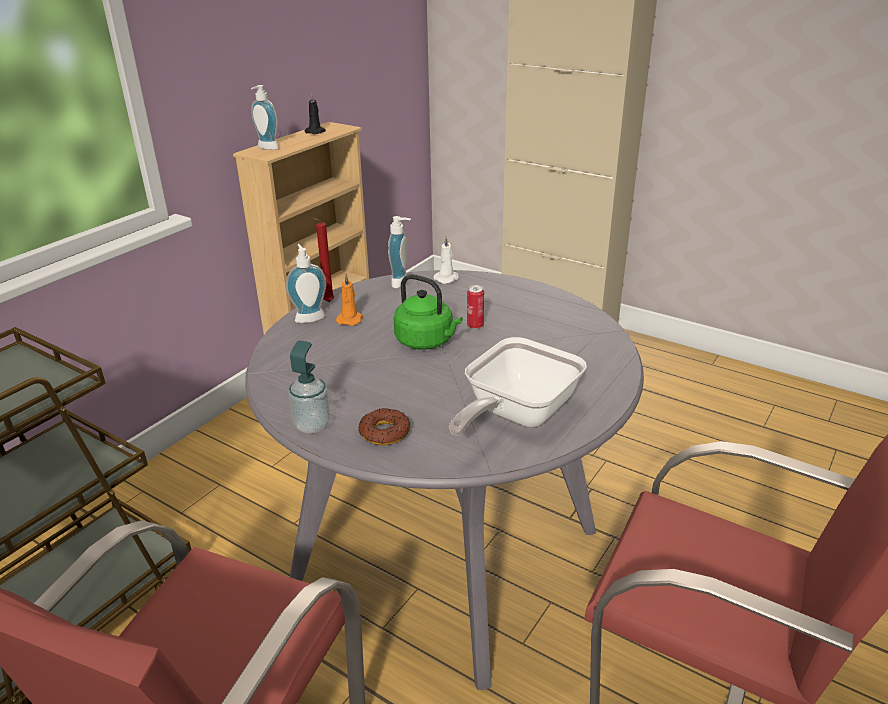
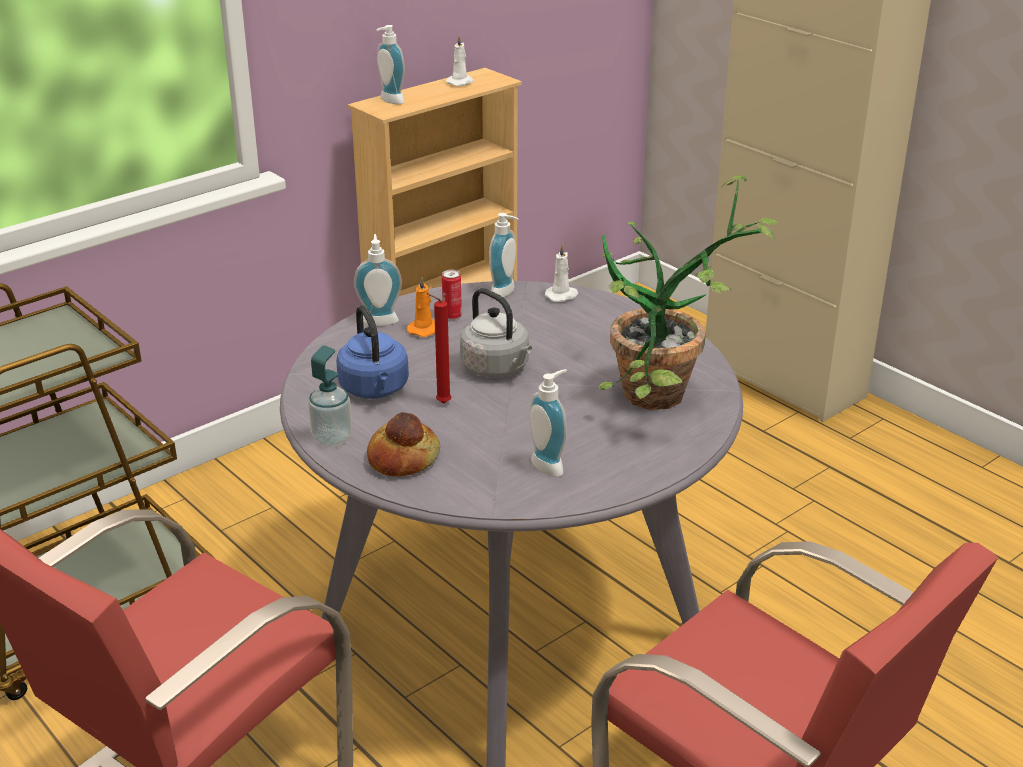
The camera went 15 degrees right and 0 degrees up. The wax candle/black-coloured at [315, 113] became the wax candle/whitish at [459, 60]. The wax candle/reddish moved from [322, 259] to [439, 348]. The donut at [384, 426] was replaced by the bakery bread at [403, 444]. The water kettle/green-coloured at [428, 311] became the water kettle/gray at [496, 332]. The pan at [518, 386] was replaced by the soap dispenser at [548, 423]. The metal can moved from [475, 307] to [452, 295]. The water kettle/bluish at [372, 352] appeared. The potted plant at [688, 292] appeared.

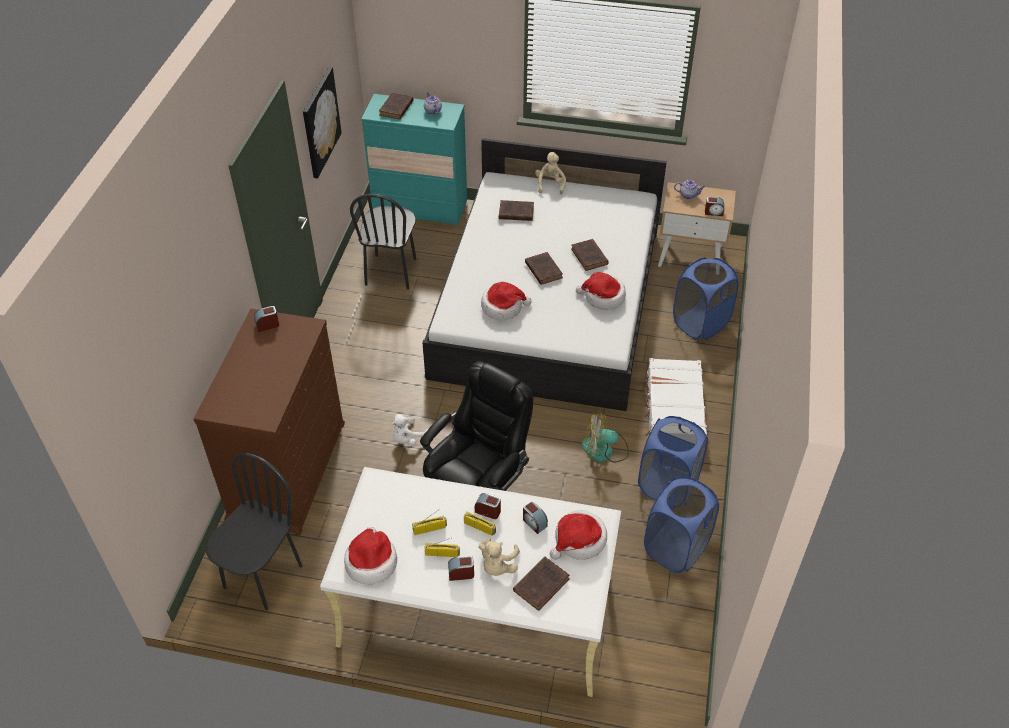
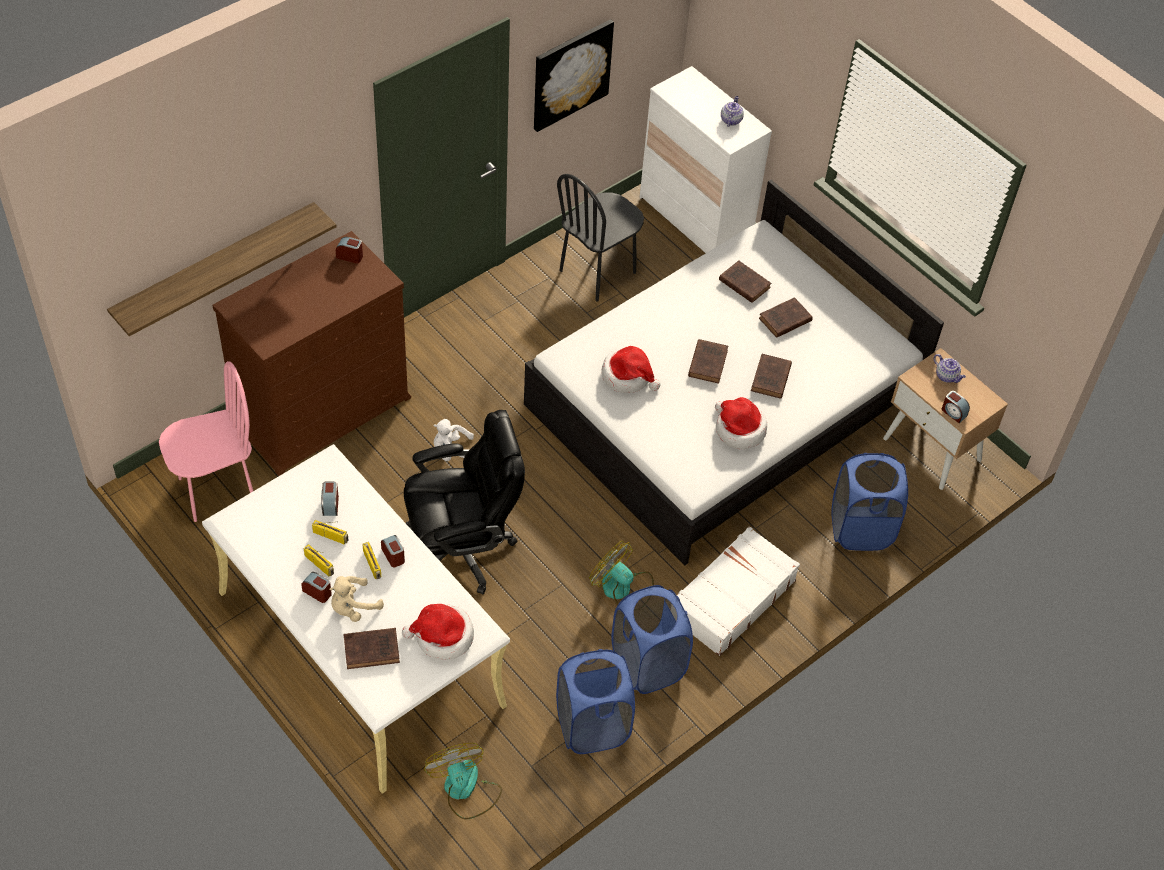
The camera went 35 degrees right and 5 degrees up. The plain chair/black-coloured at [254, 531] became the plain chair/pink at [206, 441]. The hat at [370, 555] disappeared. The drawer chest/blue-green at [414, 160] became the drawer chest/whitish at [705, 159]. The volume/brown moved from [396, 106] to [786, 317]. The bedside clock moved from [535, 517] to [330, 498]. The plush toy/beige at [550, 173] disappeared. The bracket shelf at [222, 269] appeared. The fan at [463, 781] appeared.

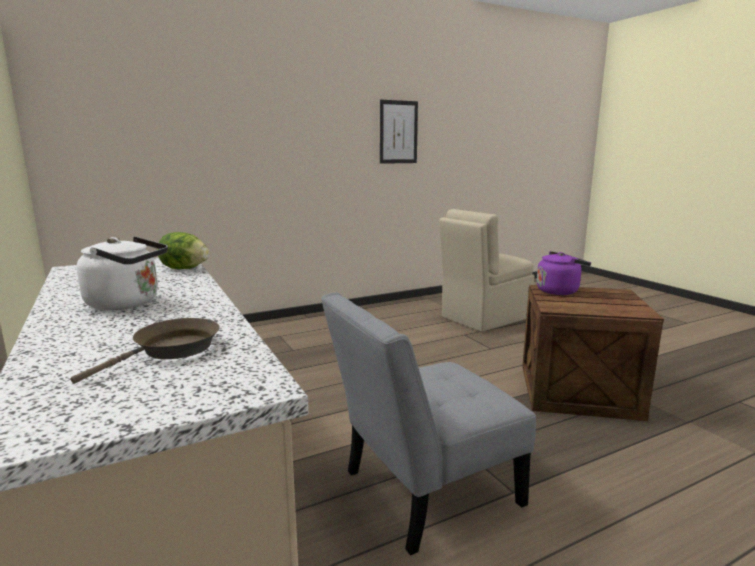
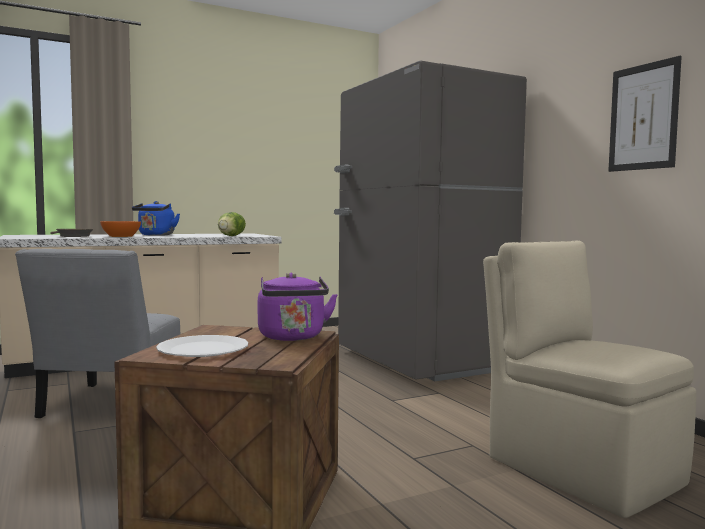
The camera went 90 degrees right and 10 degrees down. The water kettle/whitish at [122, 273] became the water kettle/bluish at [156, 218]. The plain chair/gray at [428, 423] turned 150 degrees counterclockwise. The bowl/orange-coloured at [120, 229] appeared. The dinner plate/whitish at [202, 346] appeared. The kitchen fridge/gray at [430, 220] appeared.

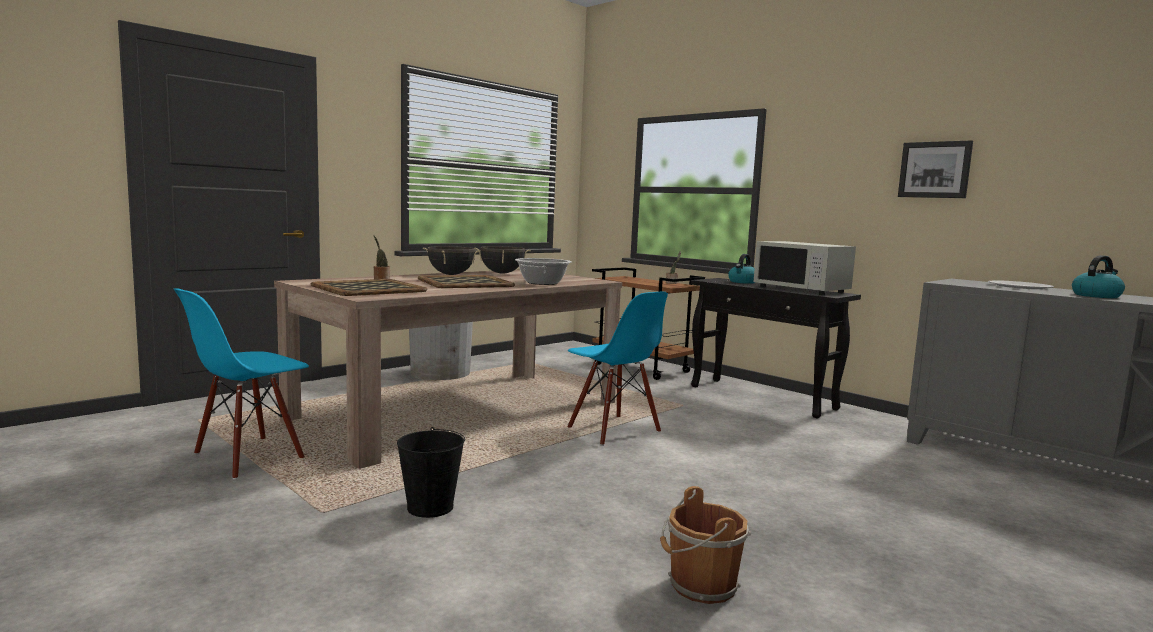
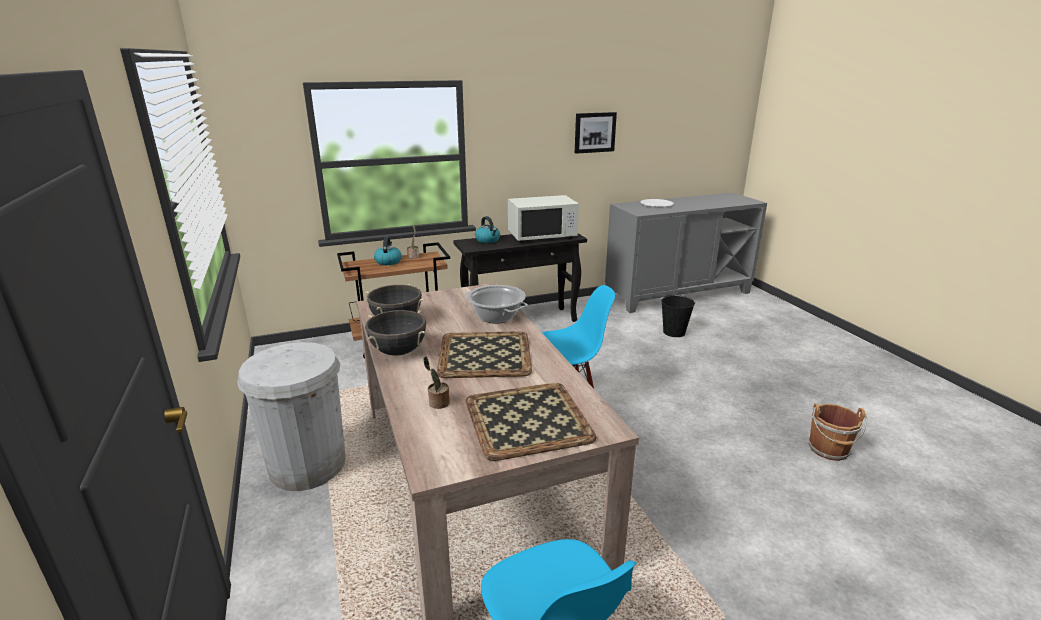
The camera went 65 degrees left and 15 degrees up. The water bucket/black-coloured moved from [431, 472] to [678, 316]. The water kettle moved from [1098, 276] to [387, 251].

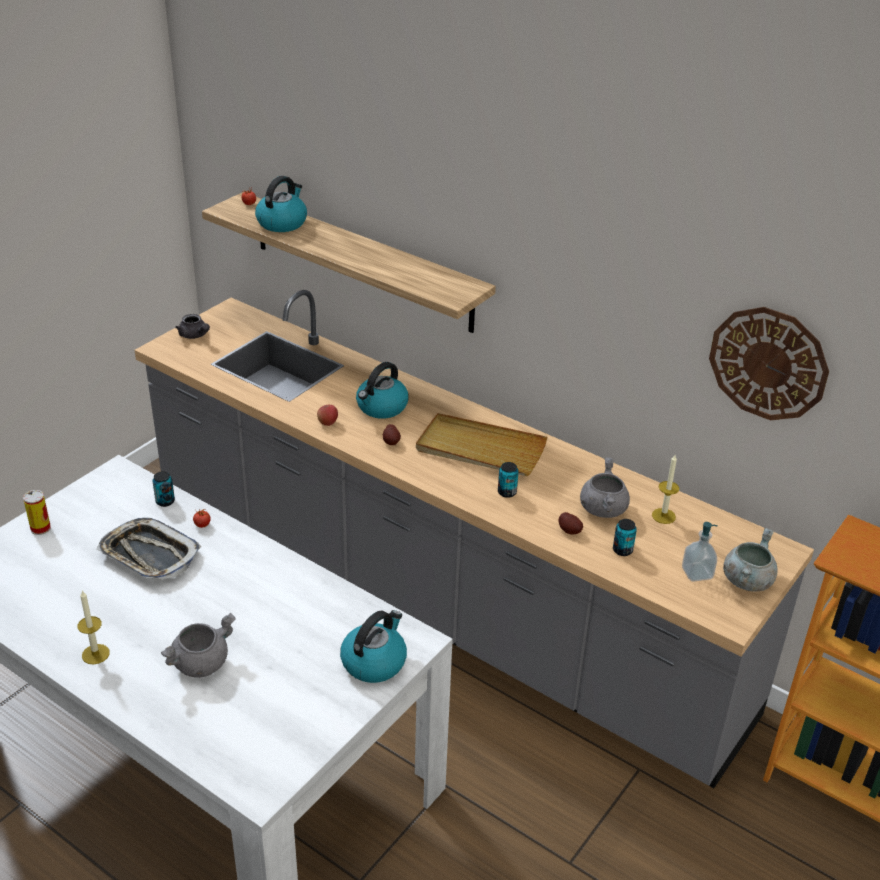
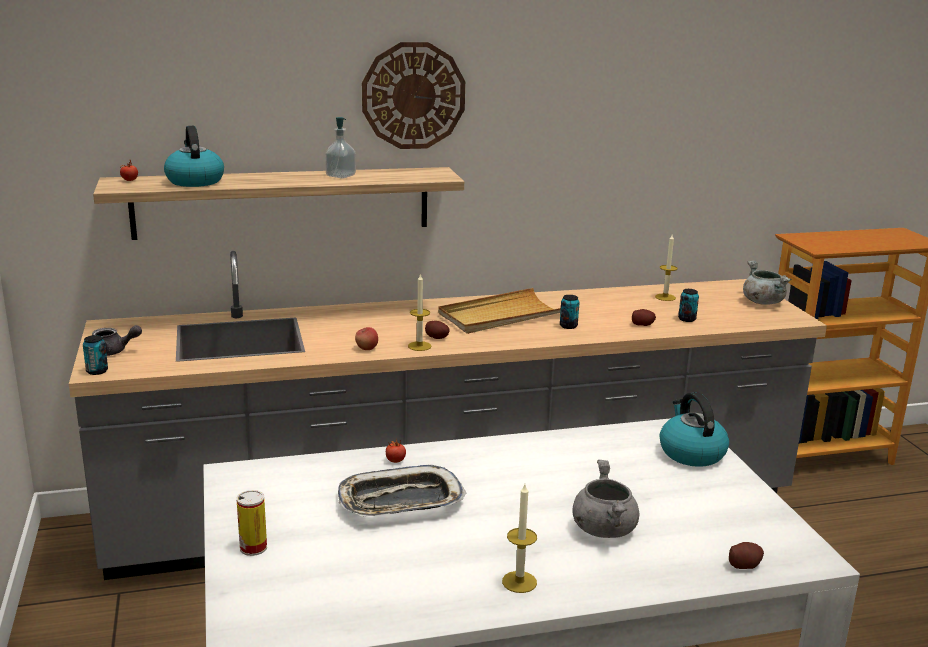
The camera went 50 degrees left and 15 degrees down. The metal can moved from [163, 489] to [95, 355]. The water kettle at [382, 390] disappeared. The cooking pot/gray at [605, 487] disappeared. The soap dispenser moved from [700, 551] to [340, 147]. The clock on the wall moved from [769, 363] to [413, 95]. The wax candle at [420, 312] appeared. The spud at [746, 555] appeared.

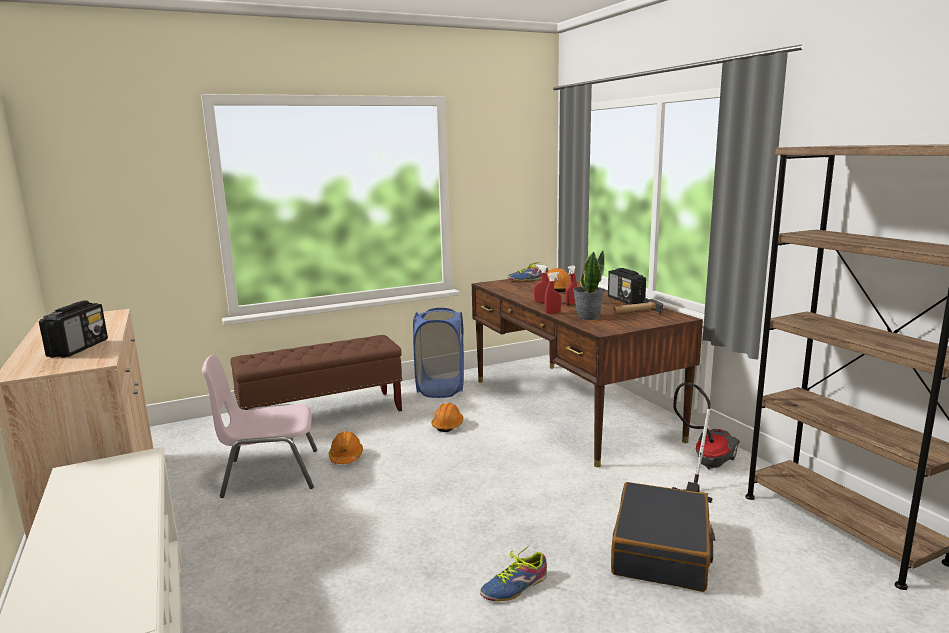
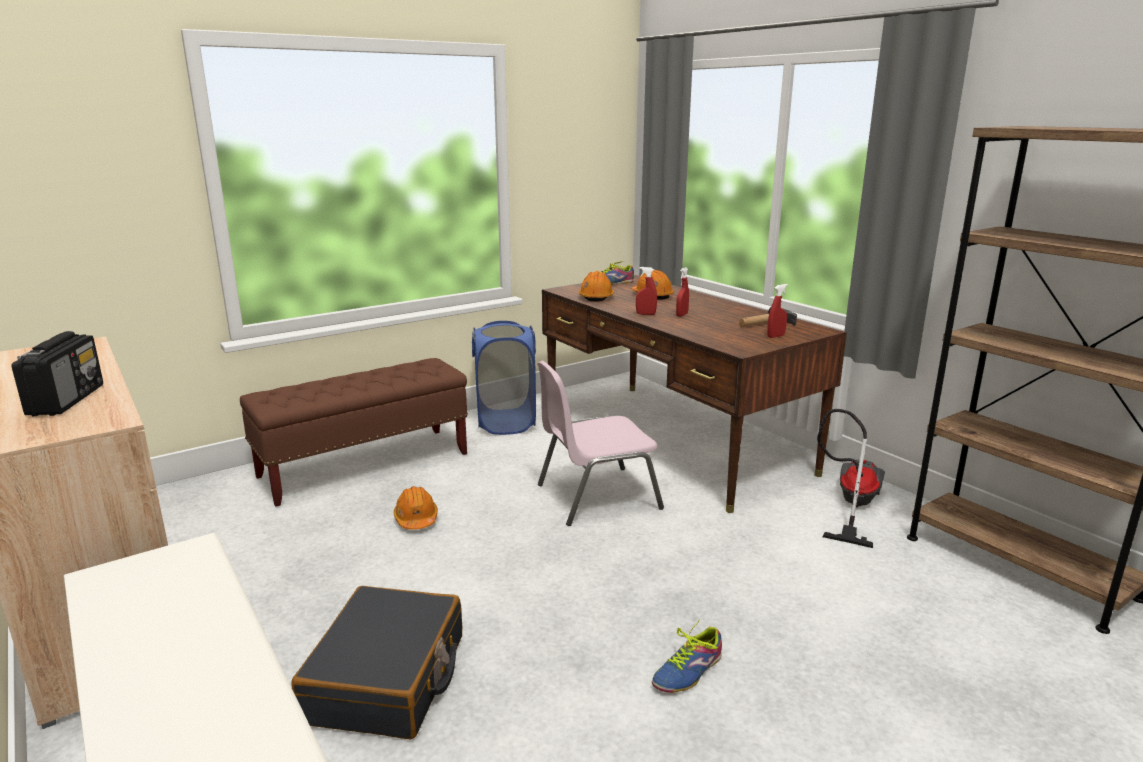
The camera went 10 degrees left and 5 degrees up. The plain chair/pink moved from [259, 426] to [600, 443]. The hard hat/orange-coloured moved from [447, 417] to [596, 286]. The sprayer/reddish moved from [553, 293] to [777, 311]. The potted plant at [589, 285] disappeared. The radio set at [627, 286] disappeared. The piece of luggage/black-coloured moved from [663, 537] to [376, 663].

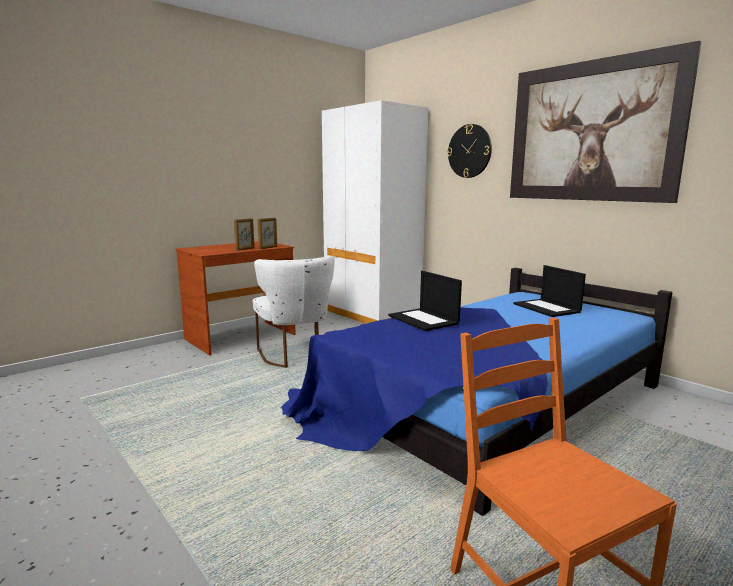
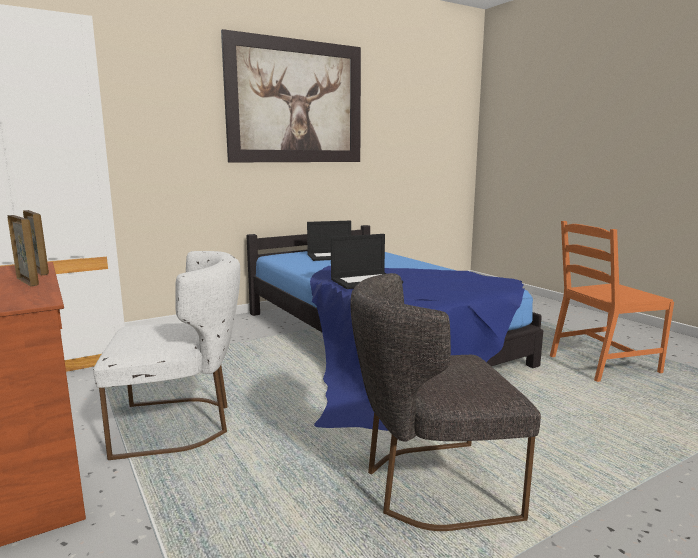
The camera went 80 degrees left and 0 degrees up. The clock on the wall at [469, 151] disappeared. The plain chair/gray at [445, 402] appeared.

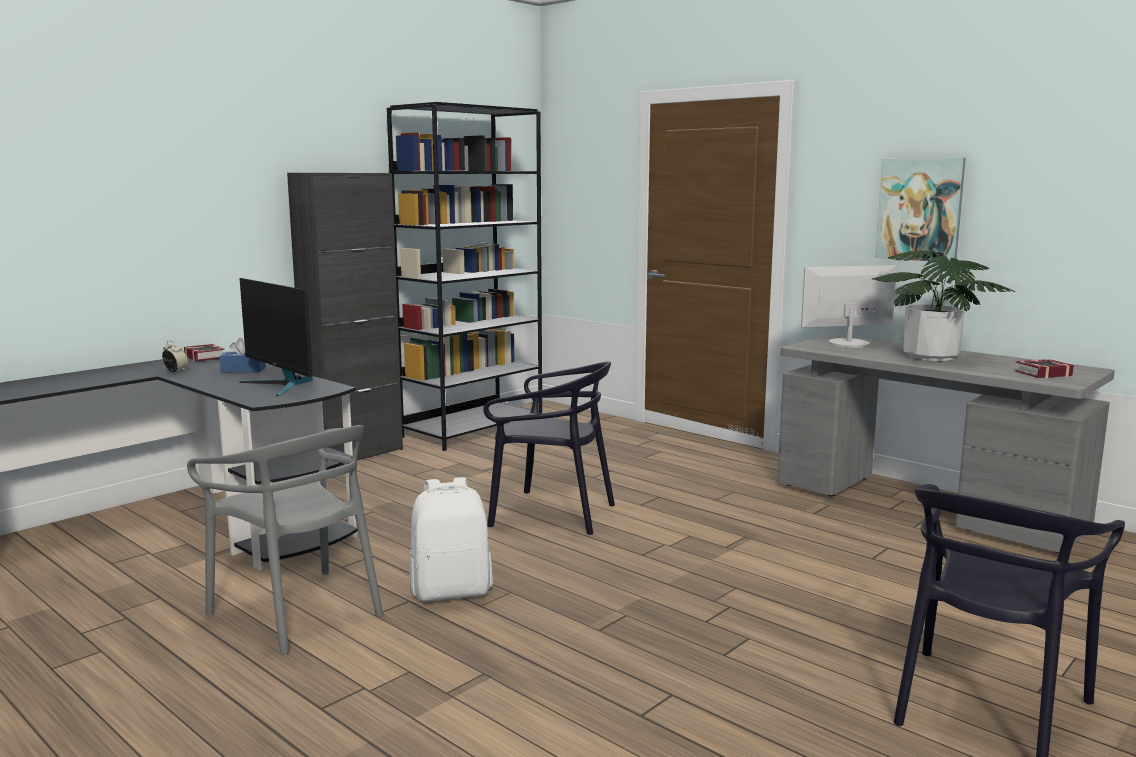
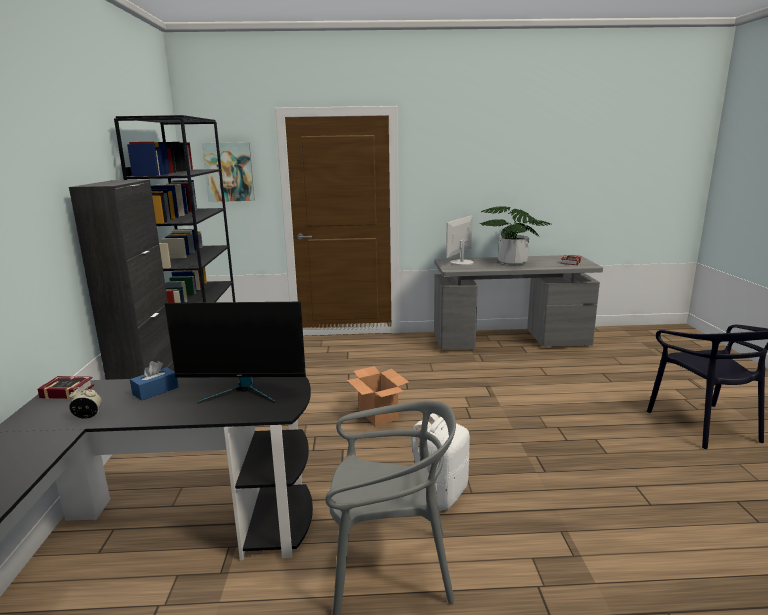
The camera went 45 degrees left and 5 degrees up. The plain chair/black-coloured at [549, 448] was replaced by the carton at [378, 396]. The picture moved from [920, 209] to [228, 172].

